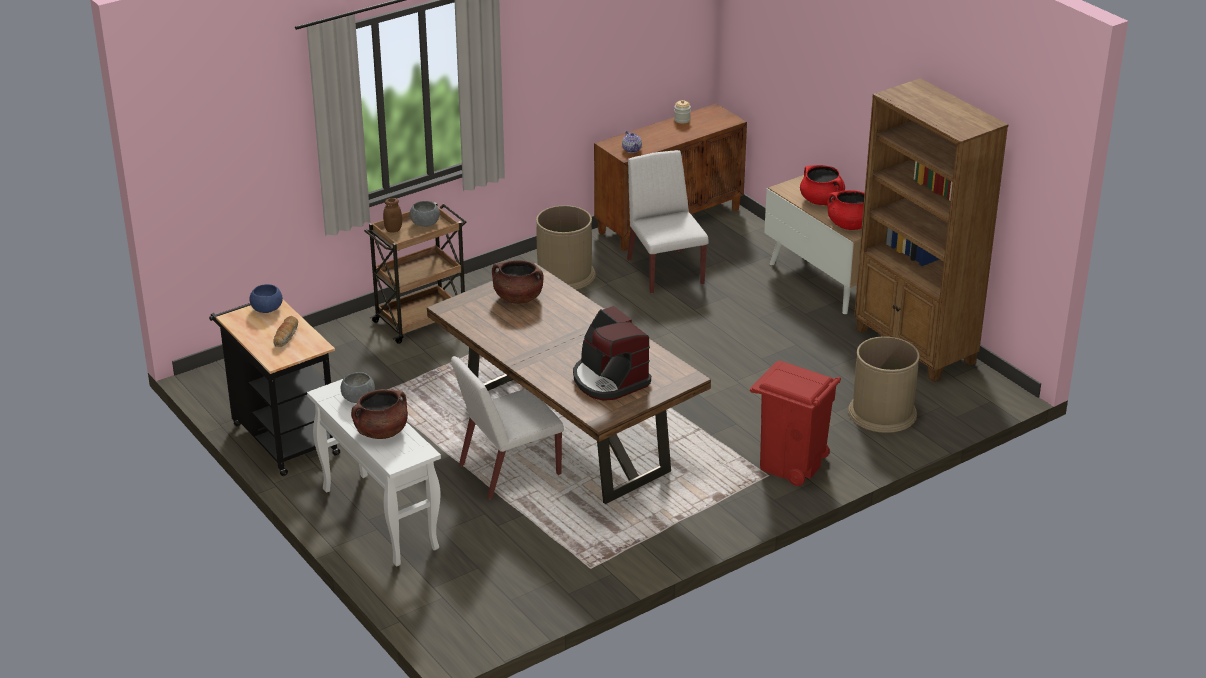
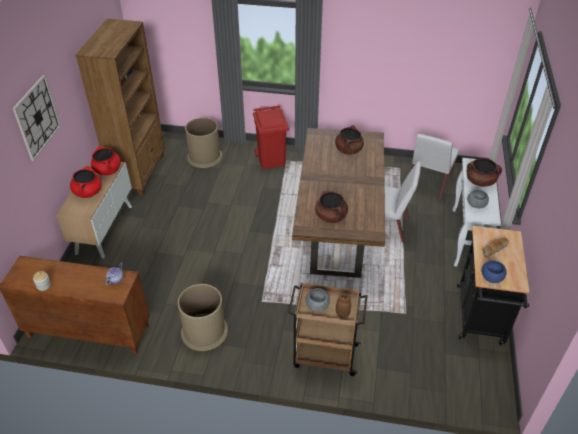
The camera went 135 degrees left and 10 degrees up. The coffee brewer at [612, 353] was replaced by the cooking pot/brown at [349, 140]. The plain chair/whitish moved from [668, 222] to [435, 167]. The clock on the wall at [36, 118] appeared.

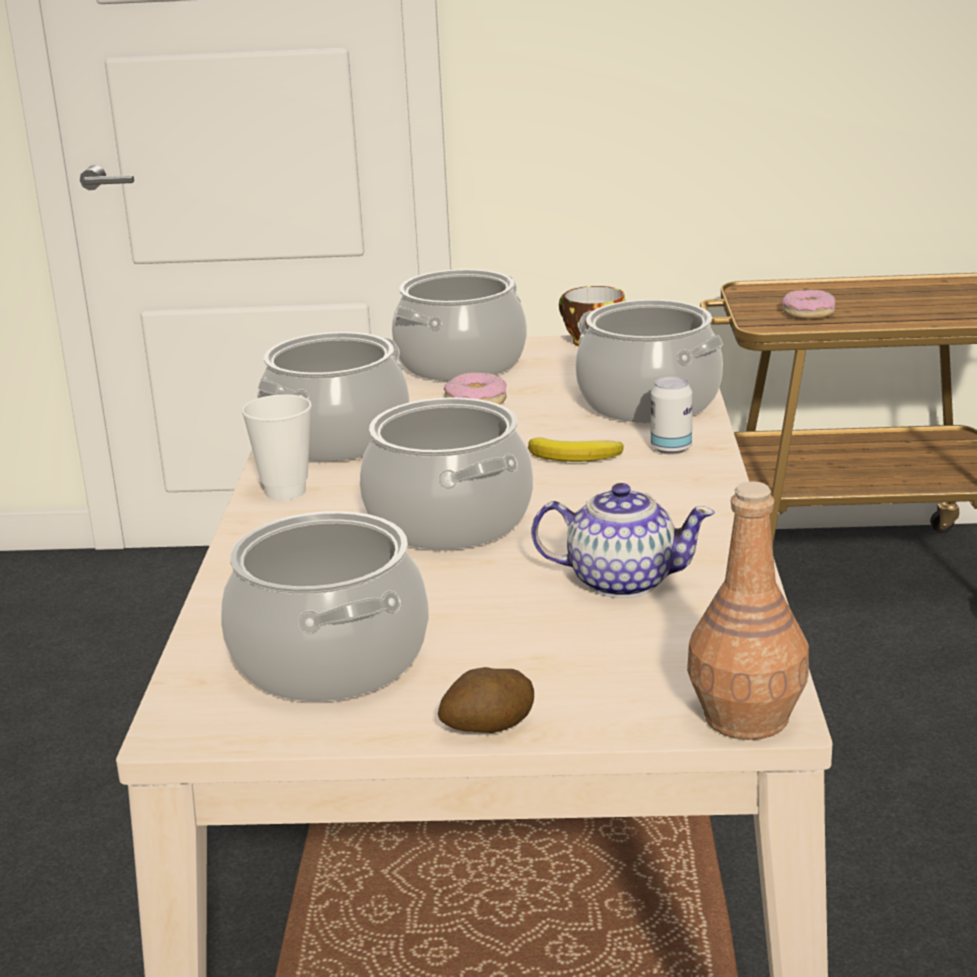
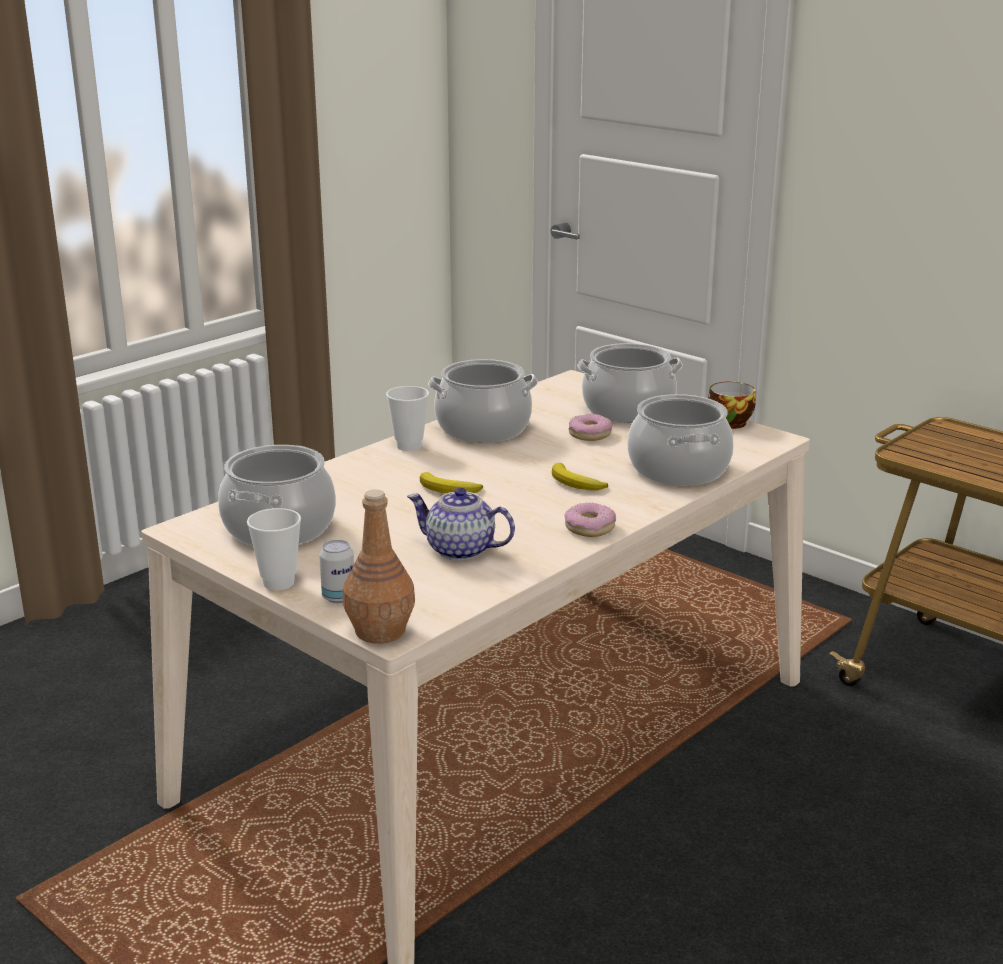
The camera went 40 degrees right and 0 degrees up. The cooking pot at [446, 473] was replaced by the banana fruit at [451, 482]. The spud at [486, 700] was replaced by the small cup at [274, 549]. The tea pot at [623, 540] turned 150 degrees clockwise. The metal can moved from [671, 416] to [336, 571]. The donut moved from [808, 304] to [590, 519].

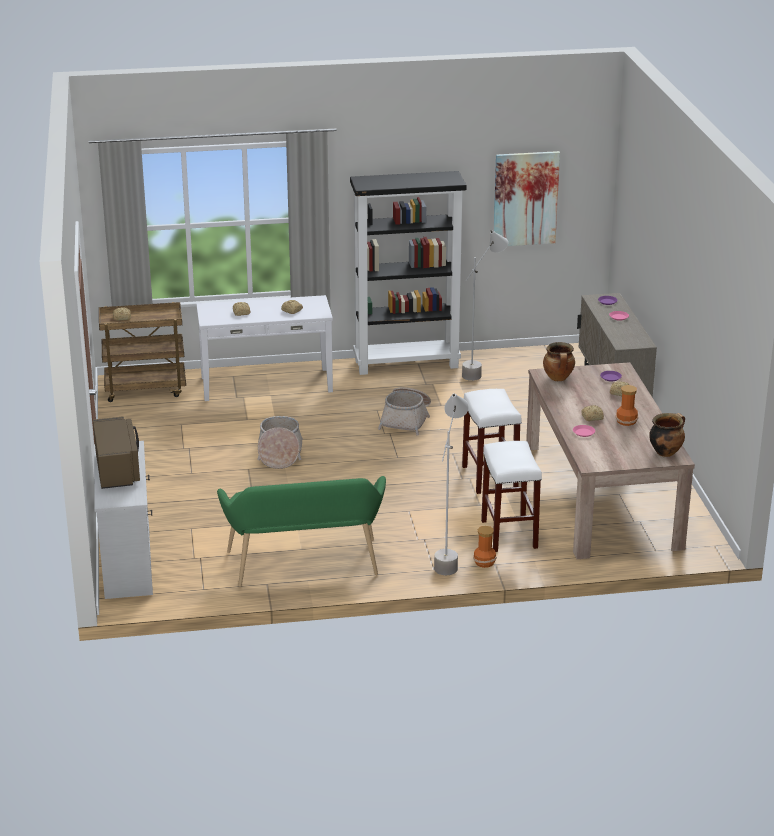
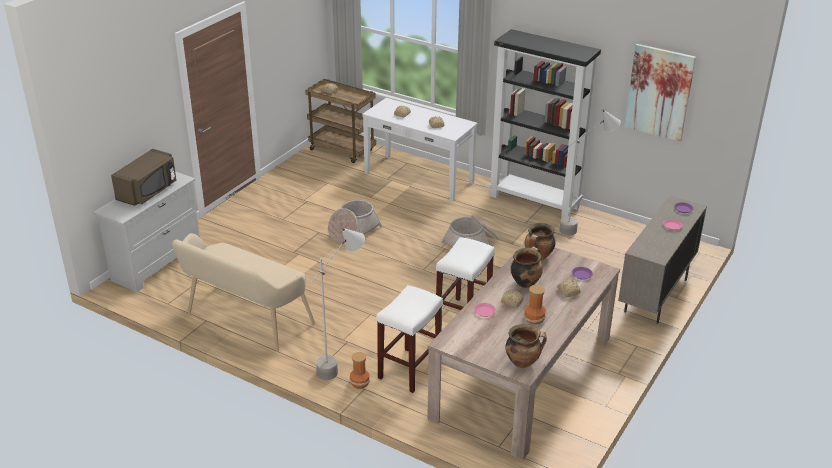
The camera went 40 degrees right and 5 degrees up. The long seat/green-coloured at [301, 531] became the long seat/beige at [243, 292]. The cooking pot at [526, 267] appeared.

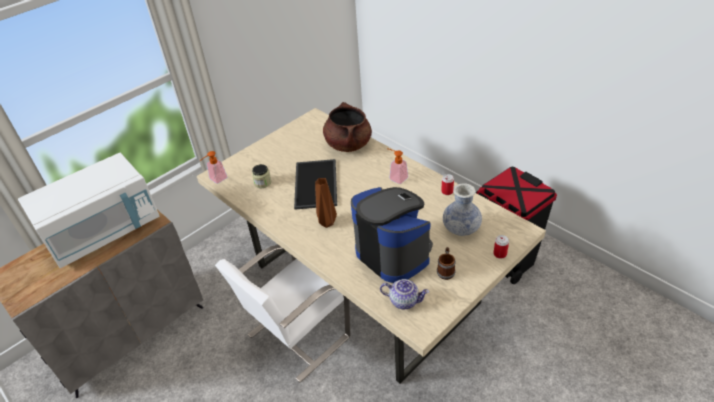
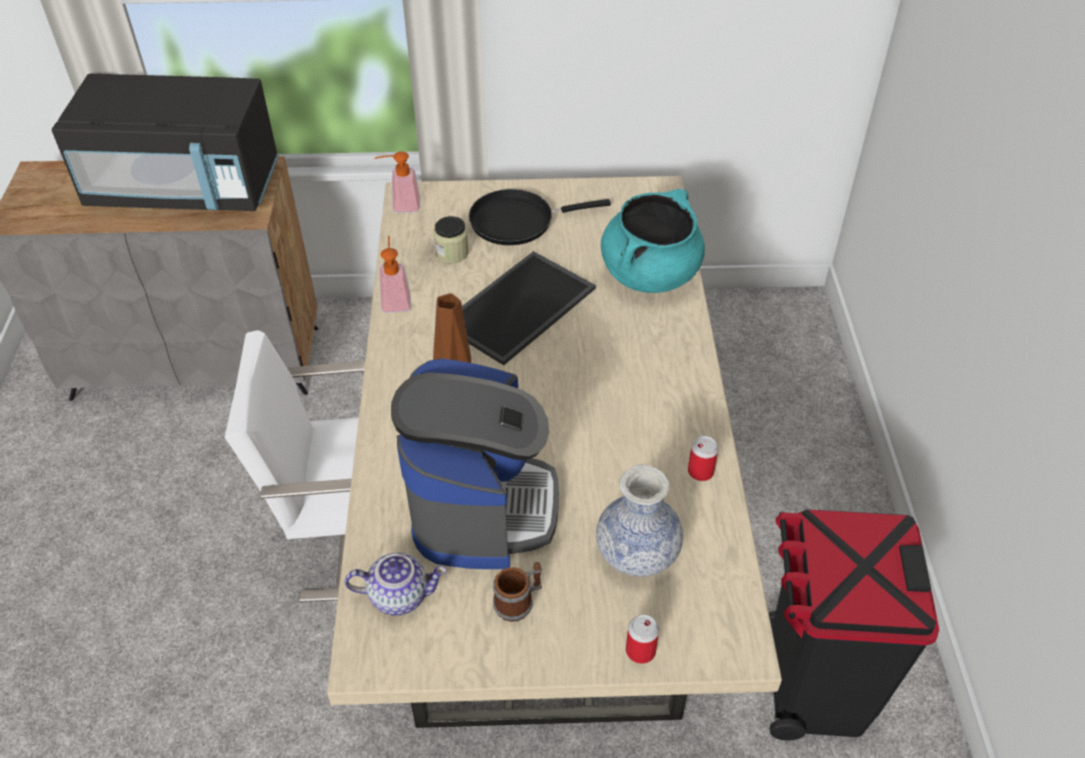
The camera went 40 degrees right and 5 degrees up. The kitchen microwave/whitish at [88, 210] became the kitchen microwave/black-coloured at [165, 142]. The cooking pot/brown at [347, 127] became the cooking pot/blue-green at [653, 241]. The tea pot at [404, 294] turned 60 degrees counterclockwise. The soap dispenser moved from [397, 166] to [395, 274]. The pan/black-coloured at [540, 217] appeared.

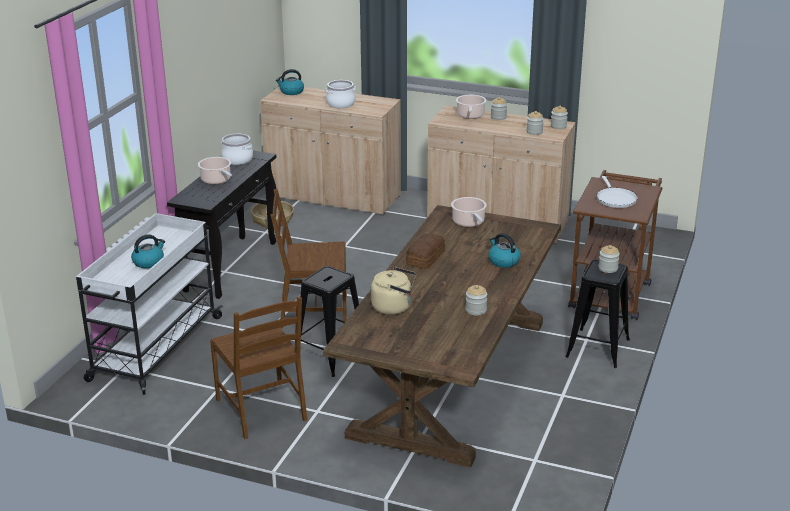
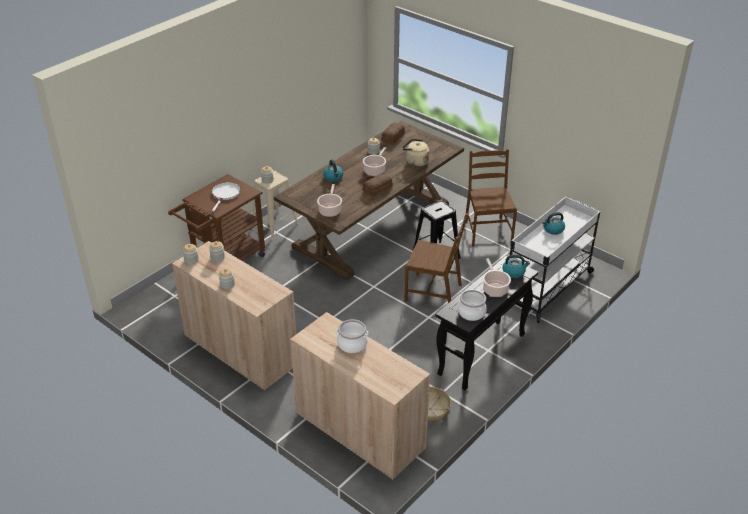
The camera went 160 degrees left and 10 degrees up. The water kettle moved from [290, 82] to [516, 266]. The cooking pot moved from [471, 107] to [374, 161]. The stool seat/black-coloured at [597, 314] became the stool seat/beige at [276, 205]. The bakery bread at [393, 133] appeared.

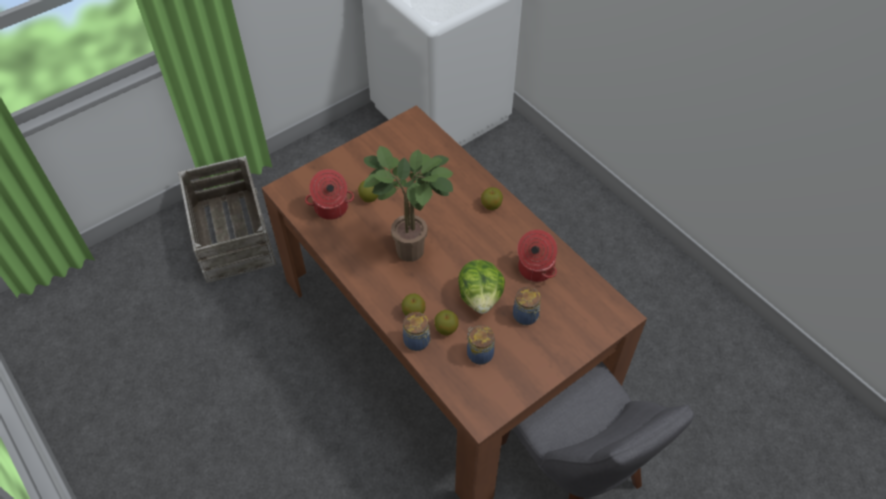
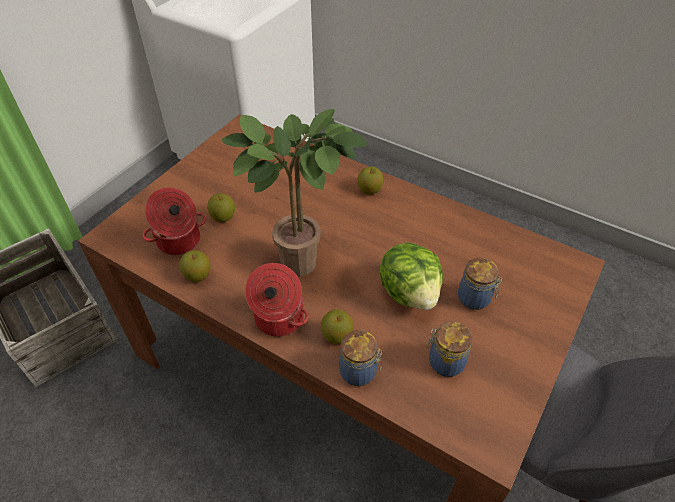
The camera went 20 degrees left and 5 degrees down. The apple fruit moved from [446, 322] to [195, 266]. The cooking pot moved from [537, 256] to [277, 300].

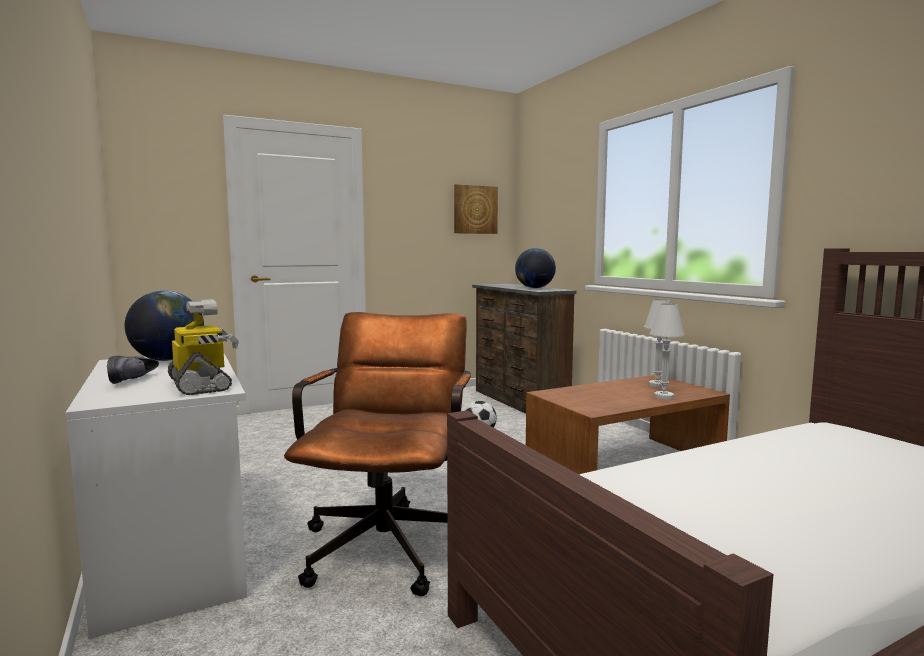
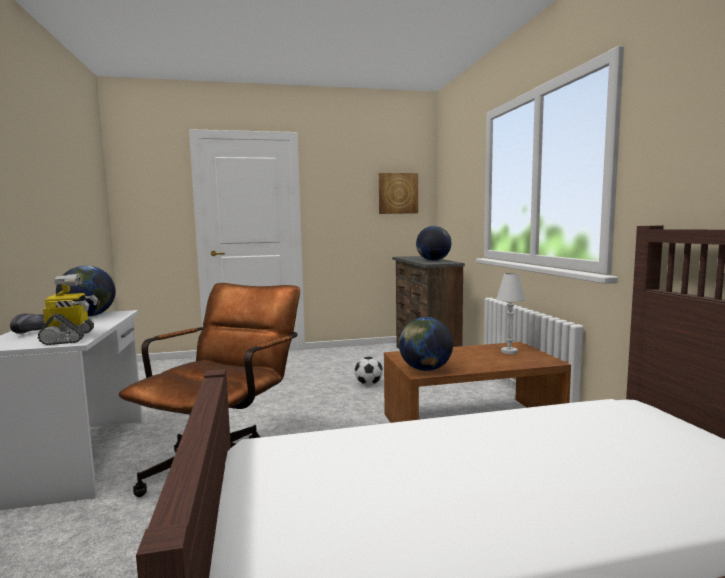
The camera went 15 degrees right and 0 degrees up. The table lamp/whitish at [667, 351] disappeared. The globe at [426, 344] appeared.

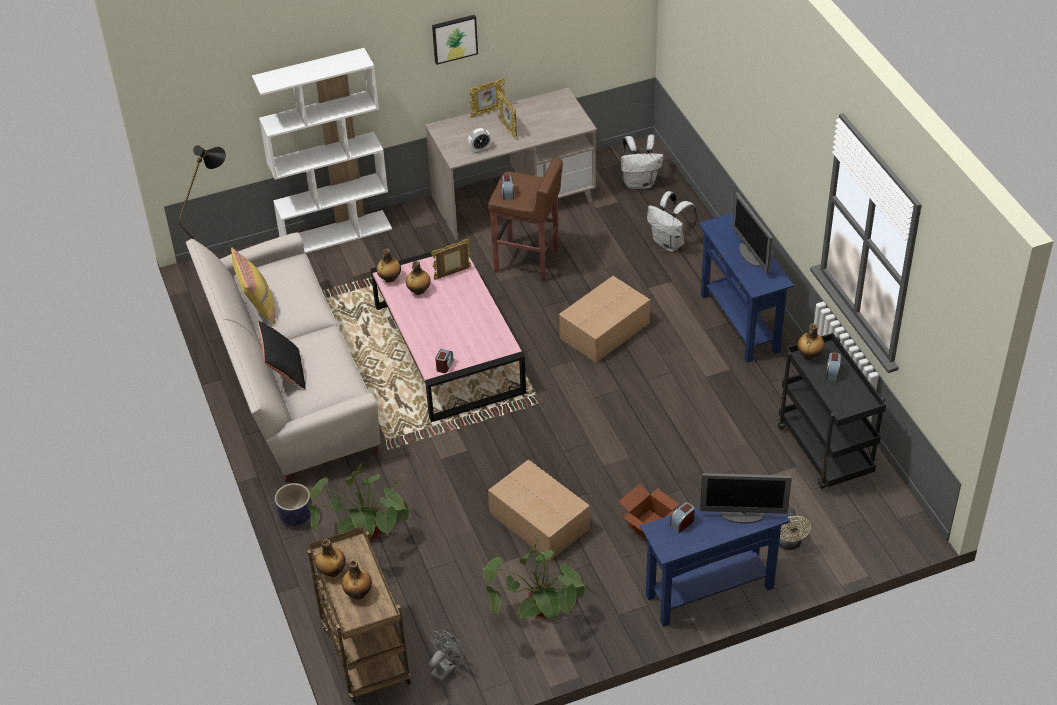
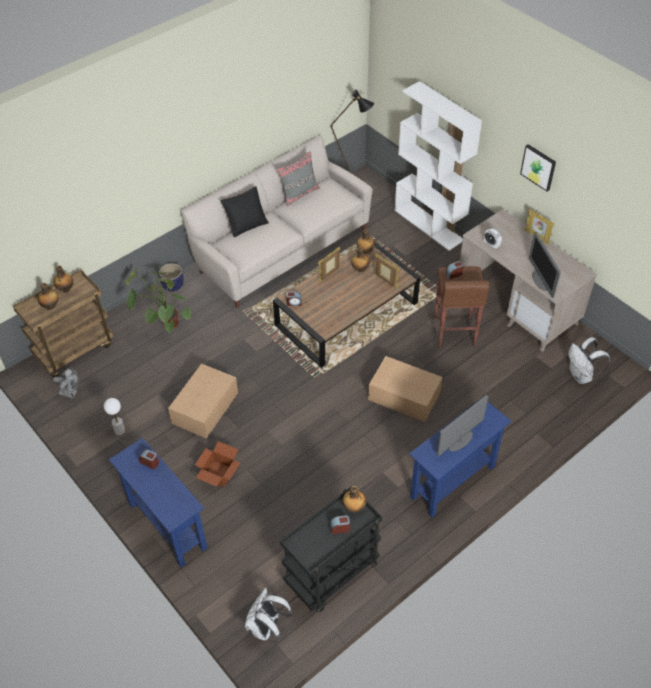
The camera went 70 degrees right and 5 degrees up. The throw pillow/yellow-coloured at [253, 286] became the throw pillow/gray at [298, 179]. The lounge table/pink at [448, 337] became the lounge table/brown at [346, 305]. The potted plant at [534, 579] was replaced by the table lamp/whitish at [114, 416]. The picture frame moved from [507, 115] to [329, 264]. The knapsack/whitish moved from [672, 221] to [268, 615]. The computer display moved from [746, 498] to [545, 265]. The fan/beige at [795, 529] disappeared.

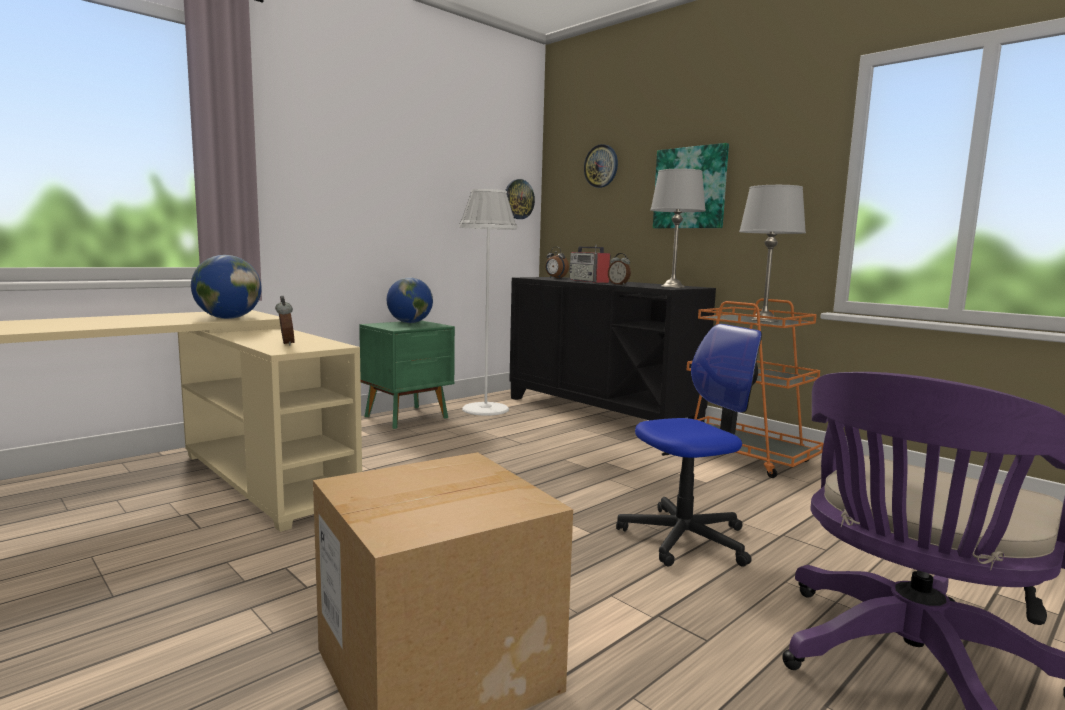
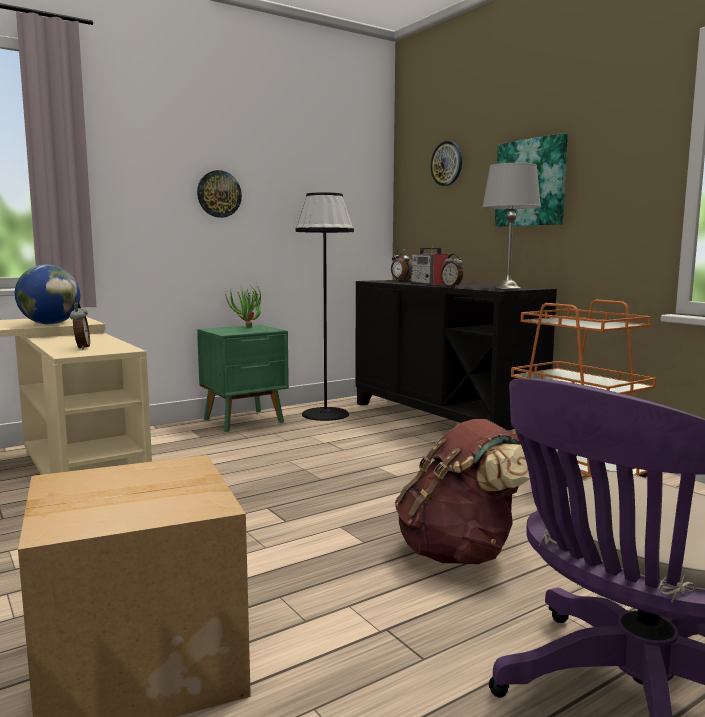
The camera went 10 degrees right and 0 degrees up. The globe at [410, 300] was replaced by the potted plant at [243, 306]. The standard lamp/whitish at [488, 302] became the standard lamp/black-coloured at [325, 306]. The clock on the wall moved from [520, 199] to [219, 194]. The office chair at [689, 445] was replaced by the knapsack/brown at [462, 491]. The table lamp/gray at [772, 253] disappeared.

